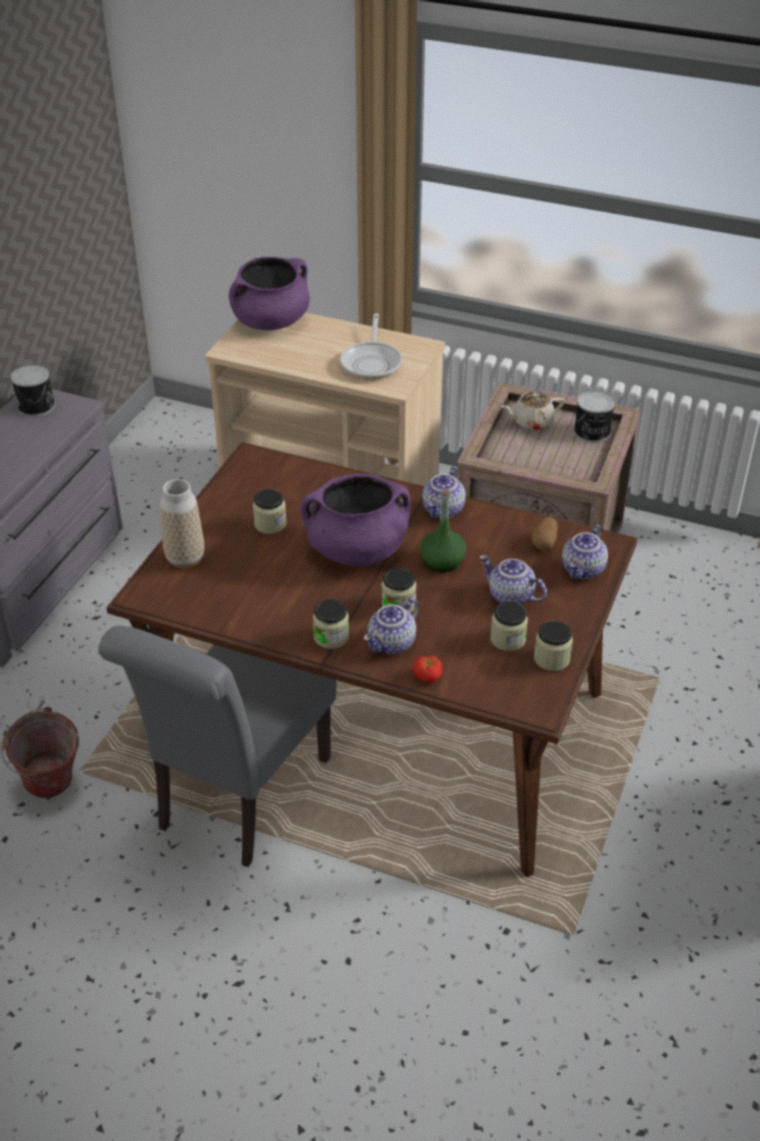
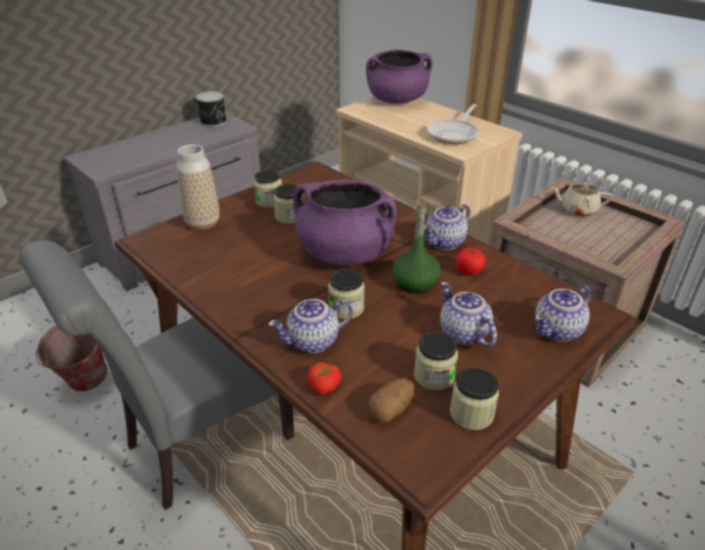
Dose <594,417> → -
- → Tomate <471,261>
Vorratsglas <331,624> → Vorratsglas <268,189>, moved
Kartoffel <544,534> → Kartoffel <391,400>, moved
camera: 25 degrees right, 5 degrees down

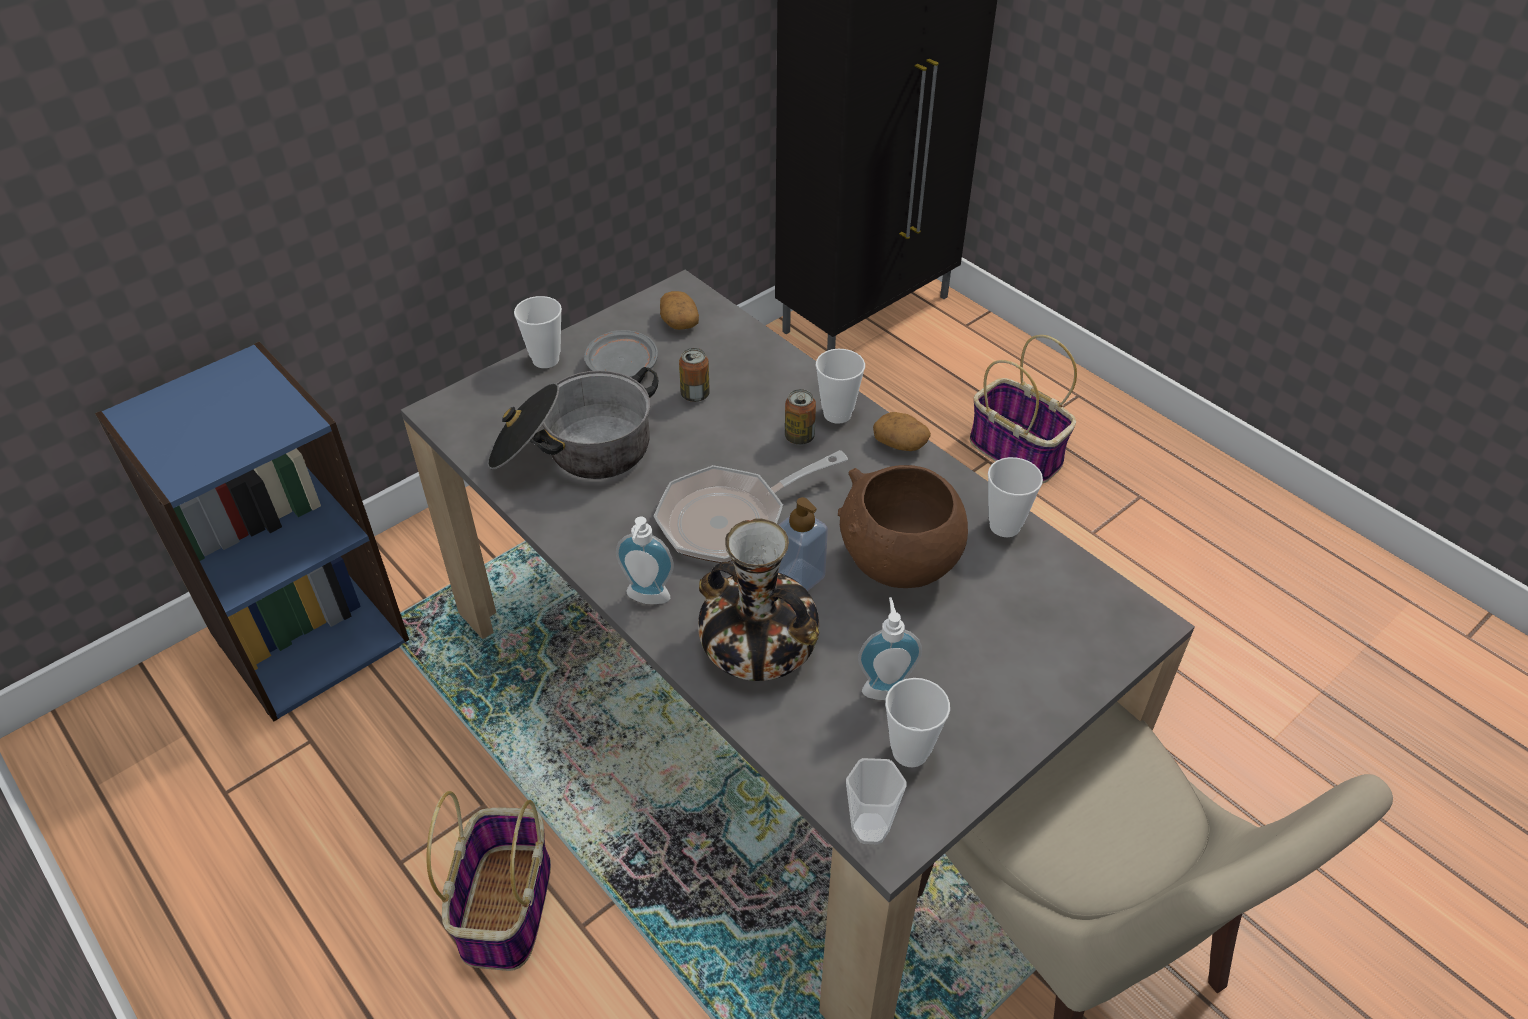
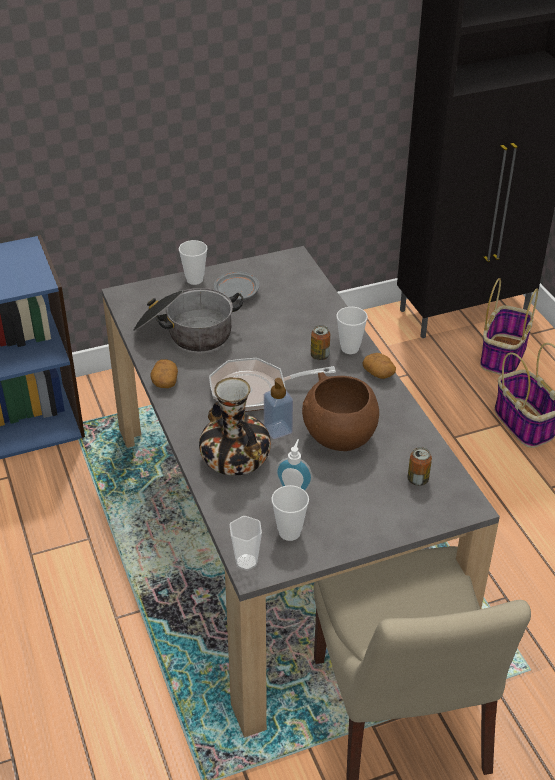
Seifenspender <645,560> → -
Tasse <1015,497> → -
Korb <488,881> → Korb <509,326>, moved
Kartoffel <679,310> → Kartoffel <164,373>, moved
Dose <694,375> → Dose <419,466>, moved
camera: 20 degrees right, 5 degrees down

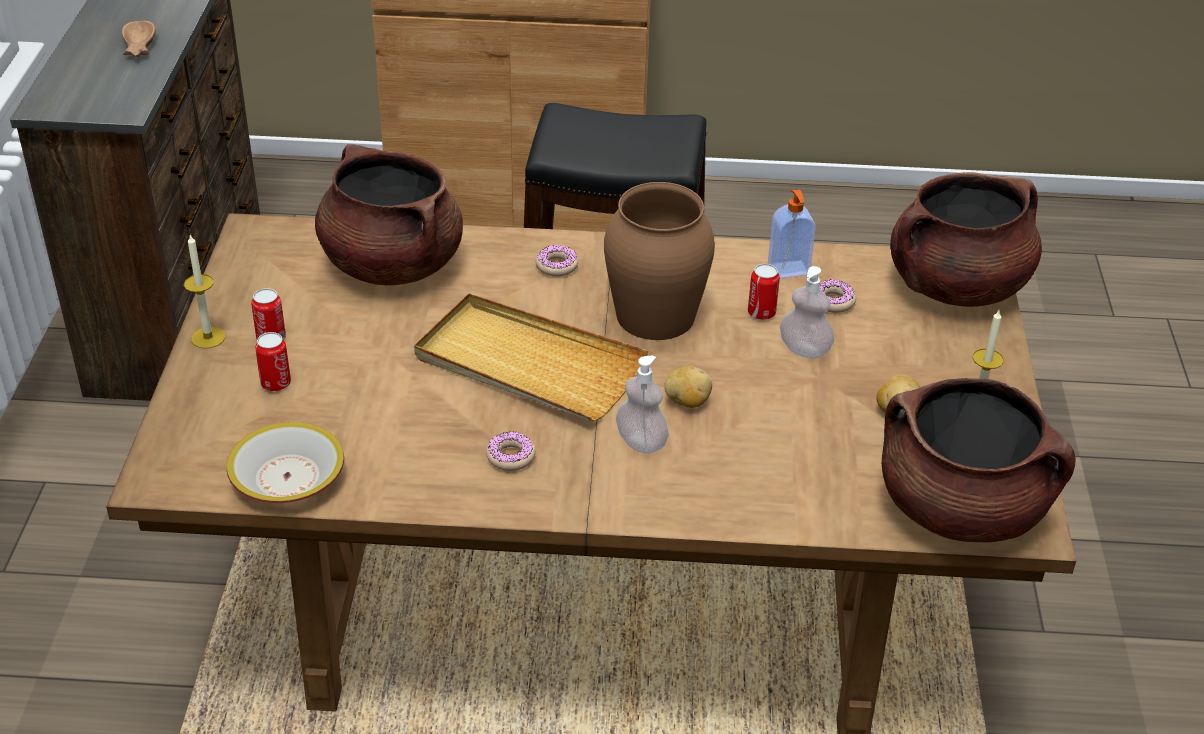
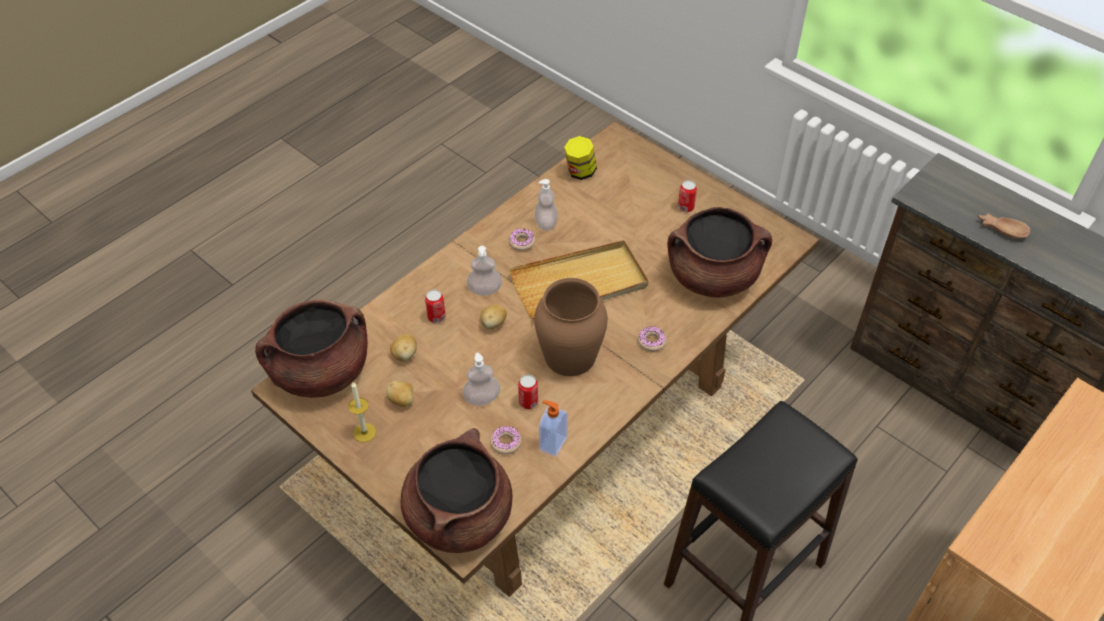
Kerze <204,291> → -
- → Kartoffel <403,347>
- → Seifenspender <546,205>
Dose <273,361> → Dose <435,306>, moved
Schüssel <285,462> → Vorratsglas <580,158>
camera: 130 degrees right, 10 degrees up

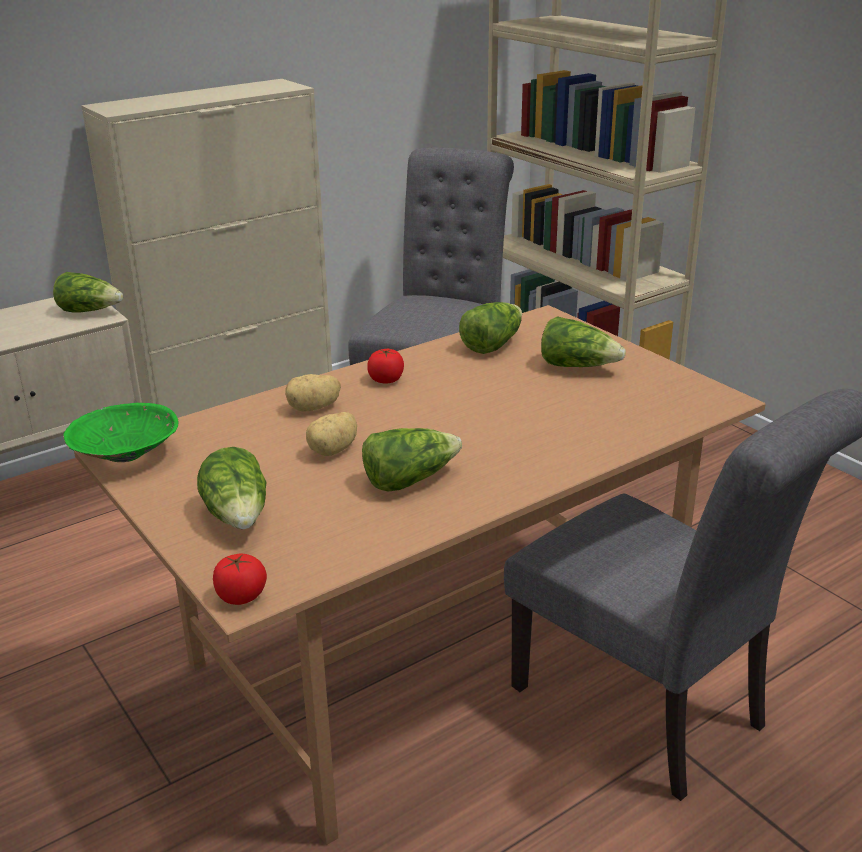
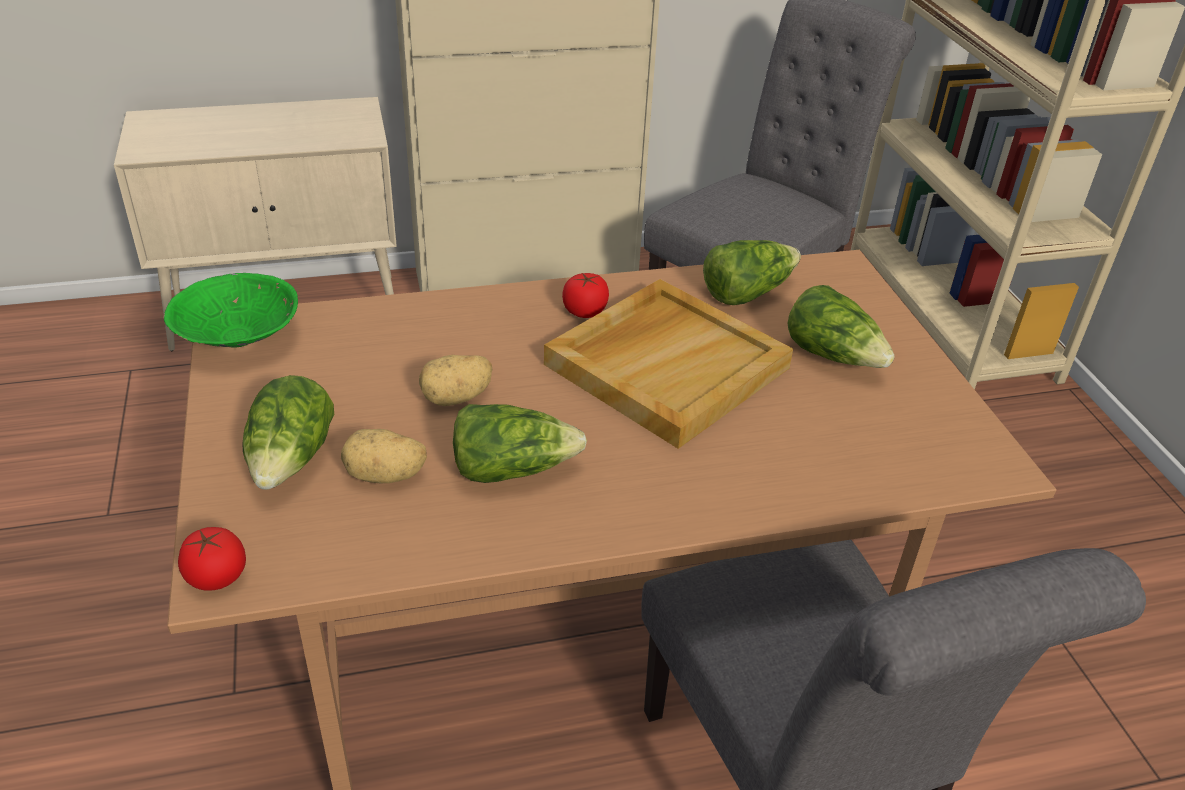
Salatkopf <88,292> → -
- → Tablett [beige] <668,364>
Kartoffel <313,393> → Kartoffel <384,456>, moved
camera: 20 degrees right, 10 degrees up

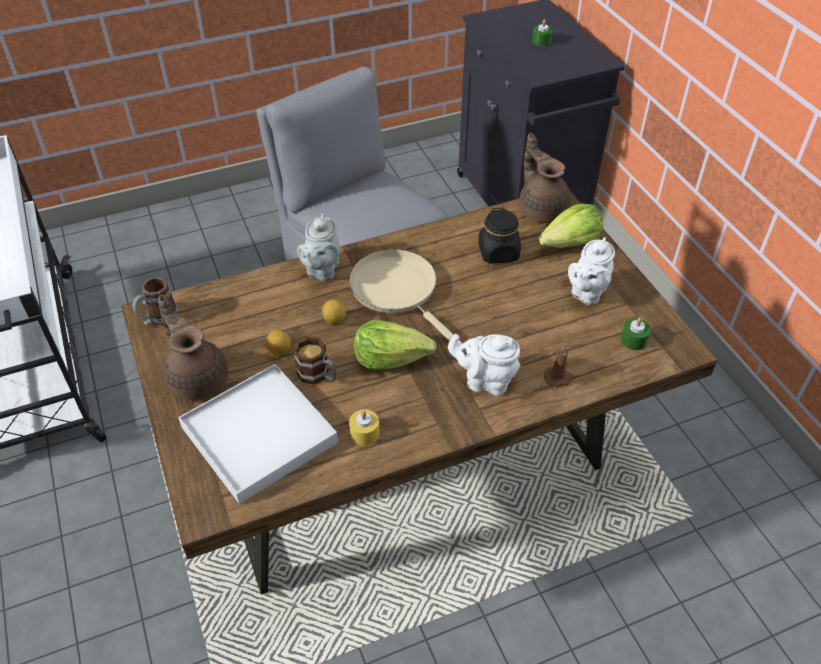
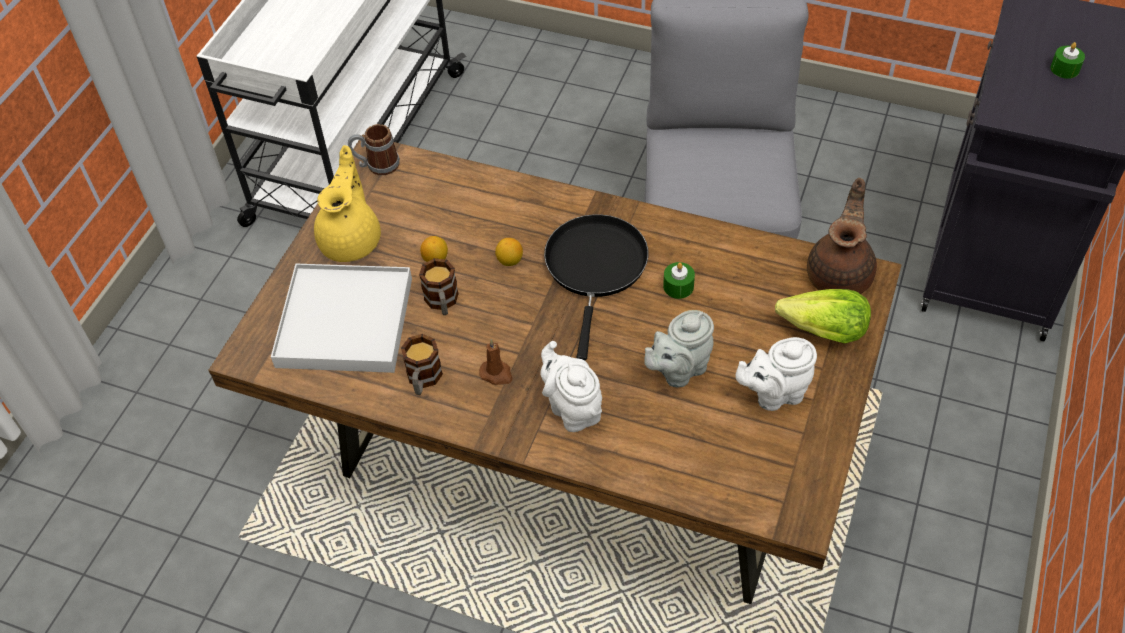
Salatkopf <395,345> → -
Vorratsglas [schwarz] <499,236> → -
Teekanne [grau] <318,248> → Teekanne [grau] <679,349>, moved
Kerze [braun] <559,366> → Kerze [braun] <495,362>, moved
Kerze [grün] <635,334> → Kerze [grün] <679,280>, moved
Kerze [gelb] <364,427> → Henkelbecher <422,364>
Teekanne [braun] <193,347> → Teekanne [gelb] <347,203>
Pfanne [beige] <405,296> → Pfanne [schwarz] <596,287>
camera: 45 degrees right, 5 degrees up

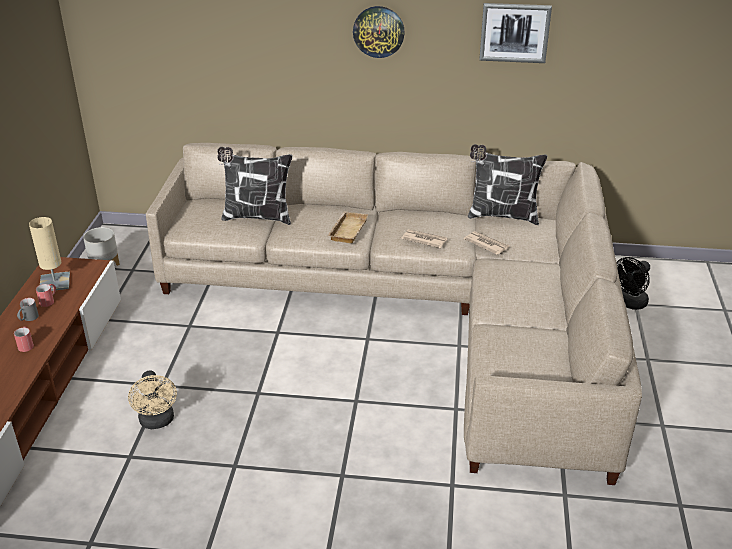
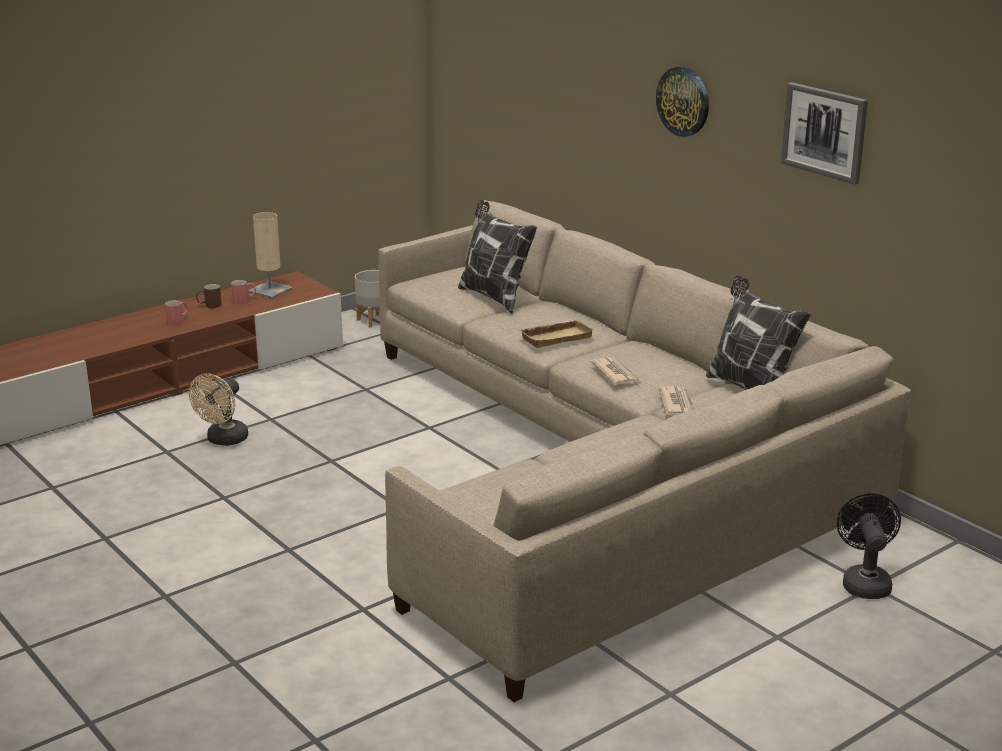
Henkelbecher [grau] <28,309> → Henkelbecher [braun] <209,296>
Ventilator [schwarz] <633,283> → Ventilator [schwarz] <869,546>, 90 degrees clockwise
camera: 45 degrees right, 10 degrees down

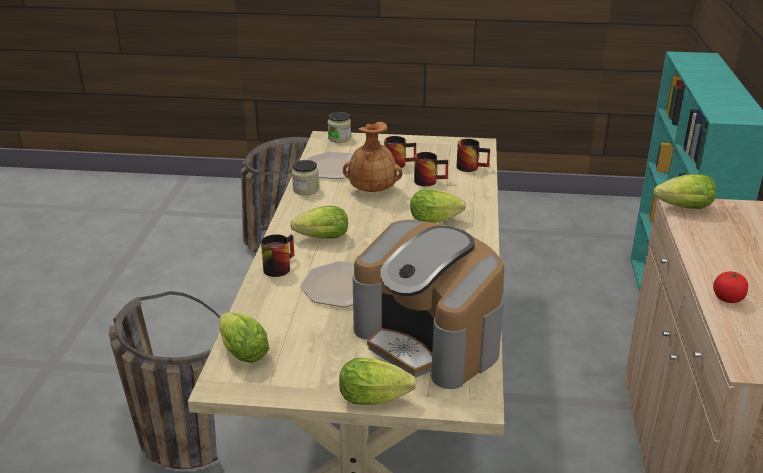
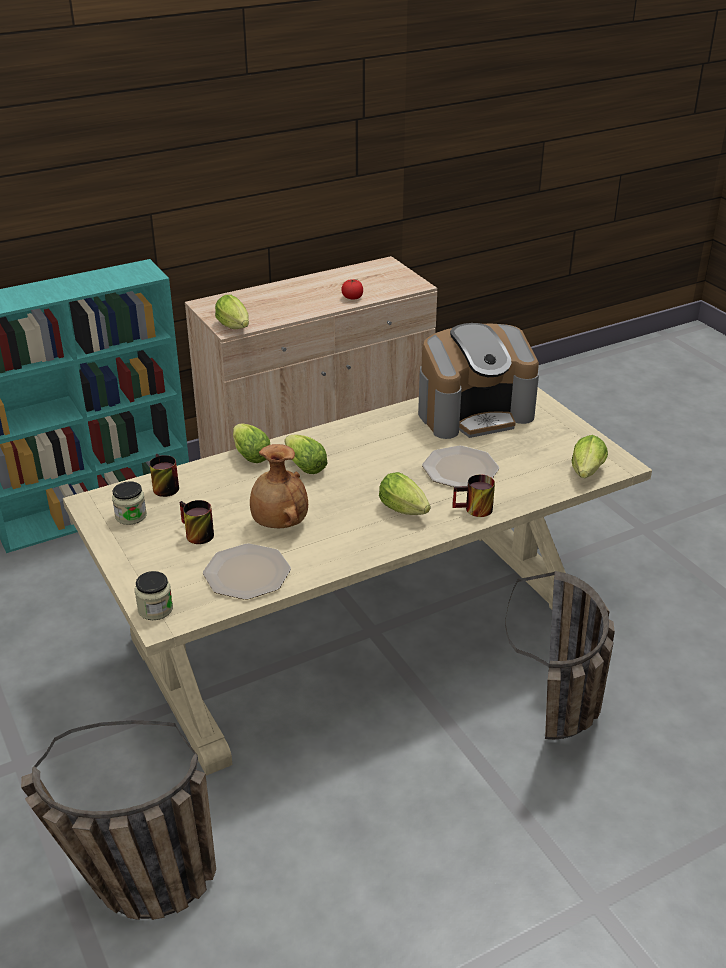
Henkelbecher <431,169> → -
Vorratsglas <305,177> → Vorratsglas <129,503>, moved
Salatkopf <378,381> → Salatkopf <251,443>, moved
Kaffeemaschine <428,304> → Kaffeemaschine <478,381>, 60 degrees clockwise
camera: 125 degrees left, 5 degrees up

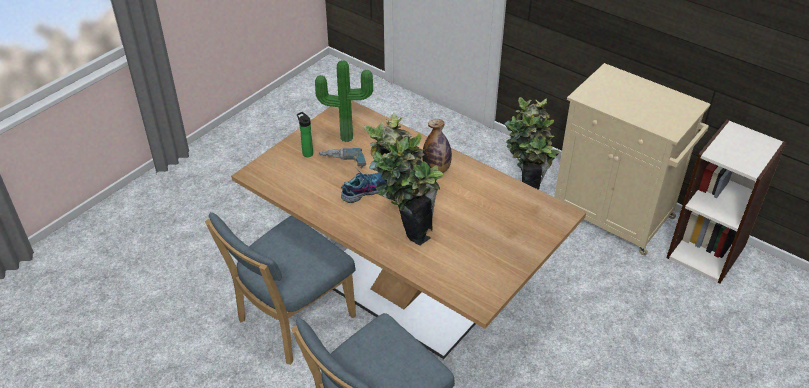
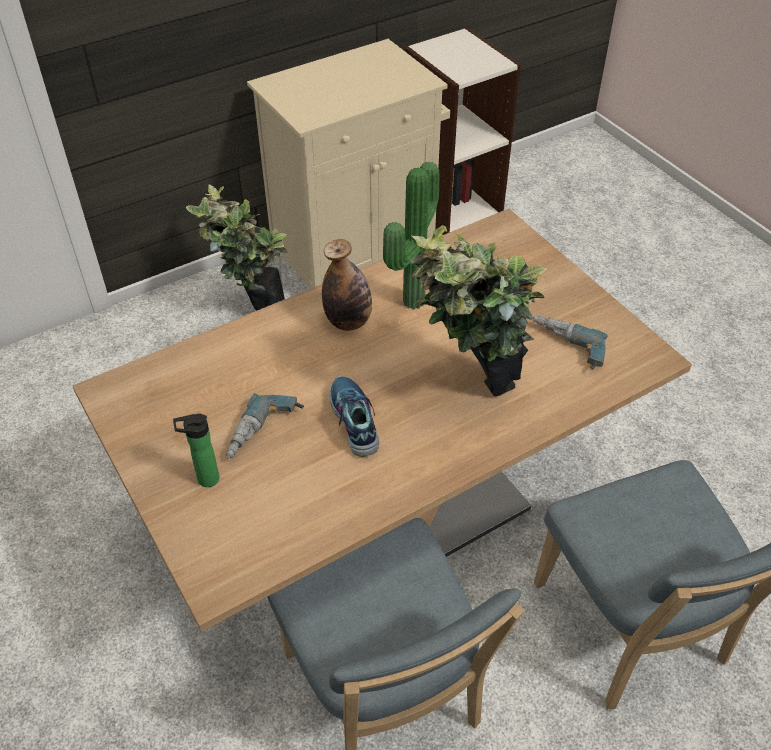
- → Bohrmaschine <570,343>
Topfpflanze <344,101> → Topfpflanze <411,235>, moved
camera: 70 degrees left, 5 degrees up

